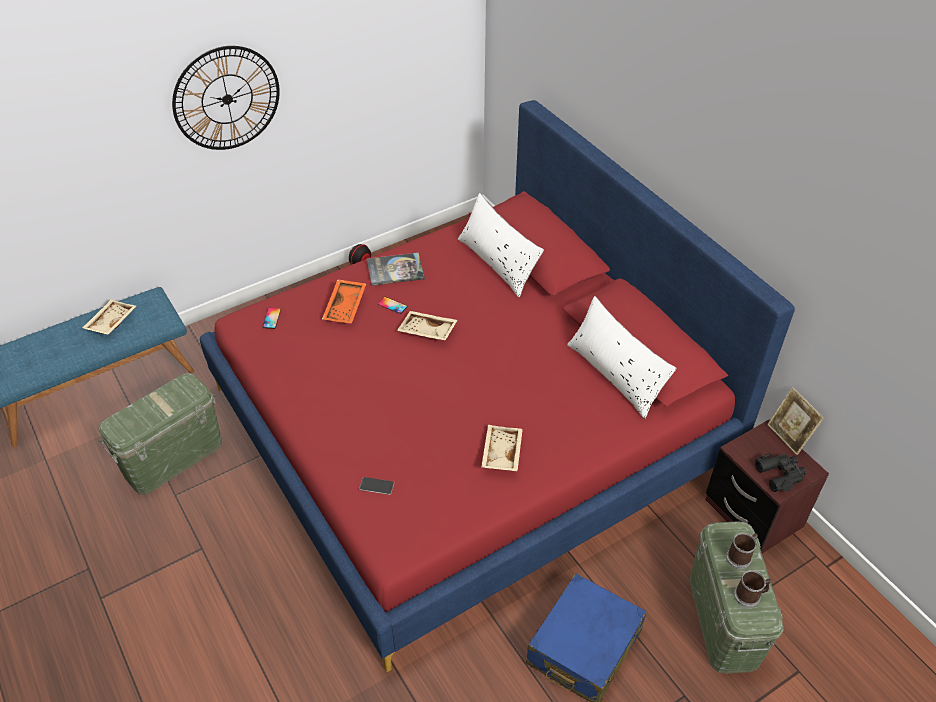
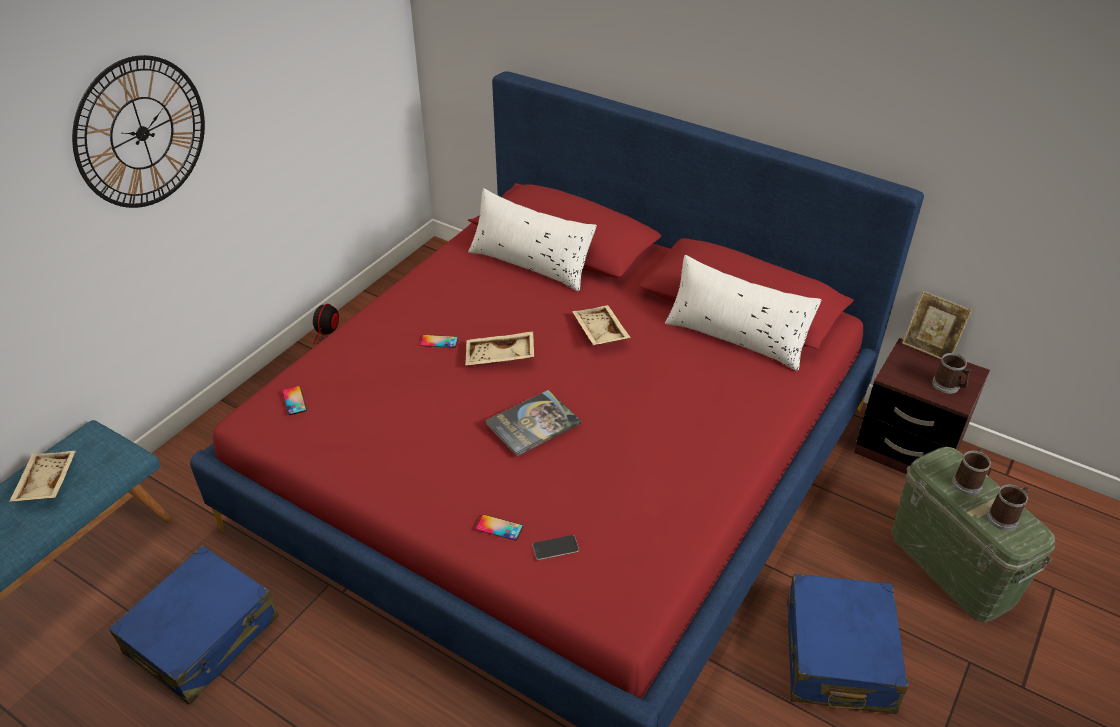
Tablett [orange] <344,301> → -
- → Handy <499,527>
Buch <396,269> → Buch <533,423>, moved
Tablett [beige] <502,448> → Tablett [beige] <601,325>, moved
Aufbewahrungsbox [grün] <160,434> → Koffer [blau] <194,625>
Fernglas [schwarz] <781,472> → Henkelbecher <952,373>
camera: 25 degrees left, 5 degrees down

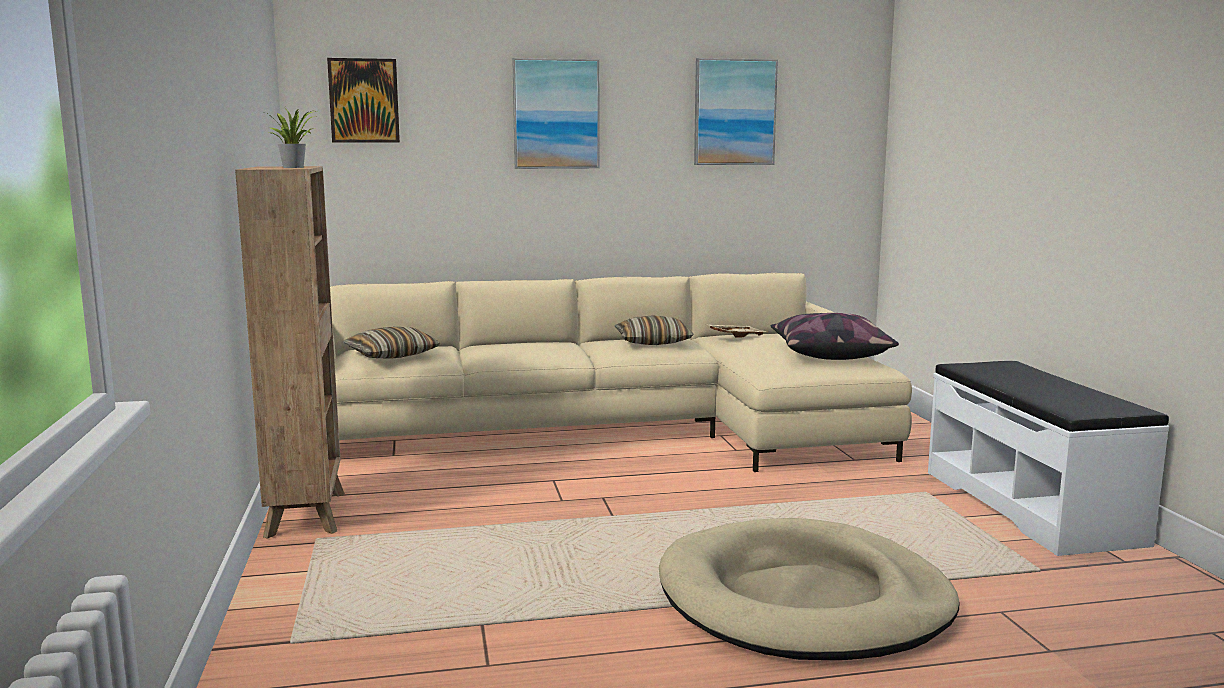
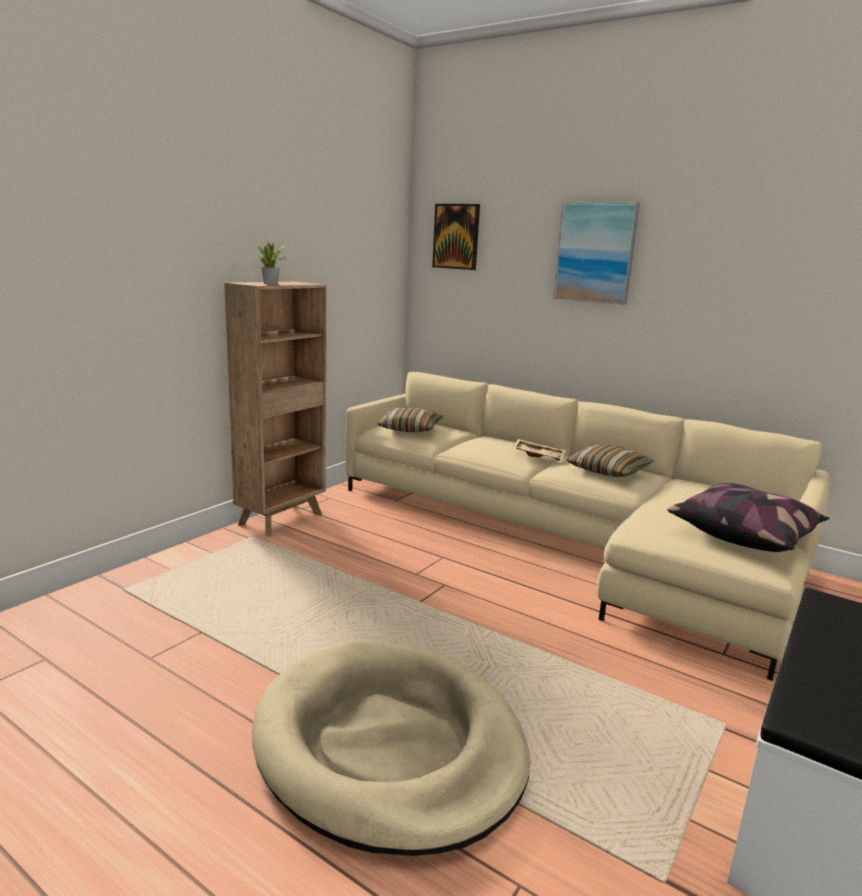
Bild <736,111> → -
Tablett [beige] <736,331> → Tablett [beige] <539,449>, moved
camera: 45 degrees right, 5 degrees up

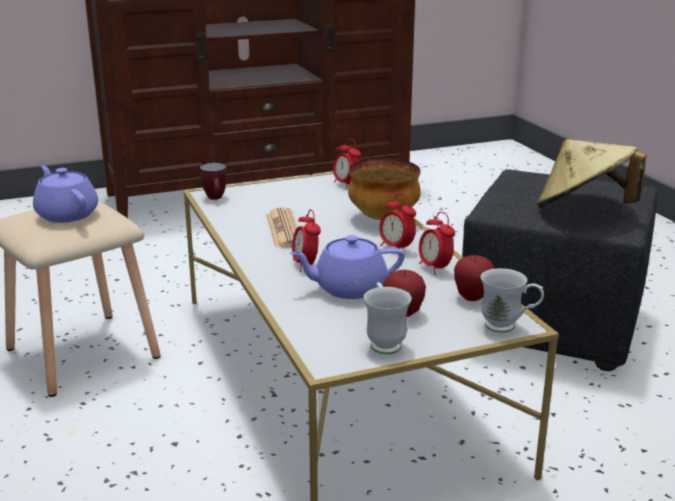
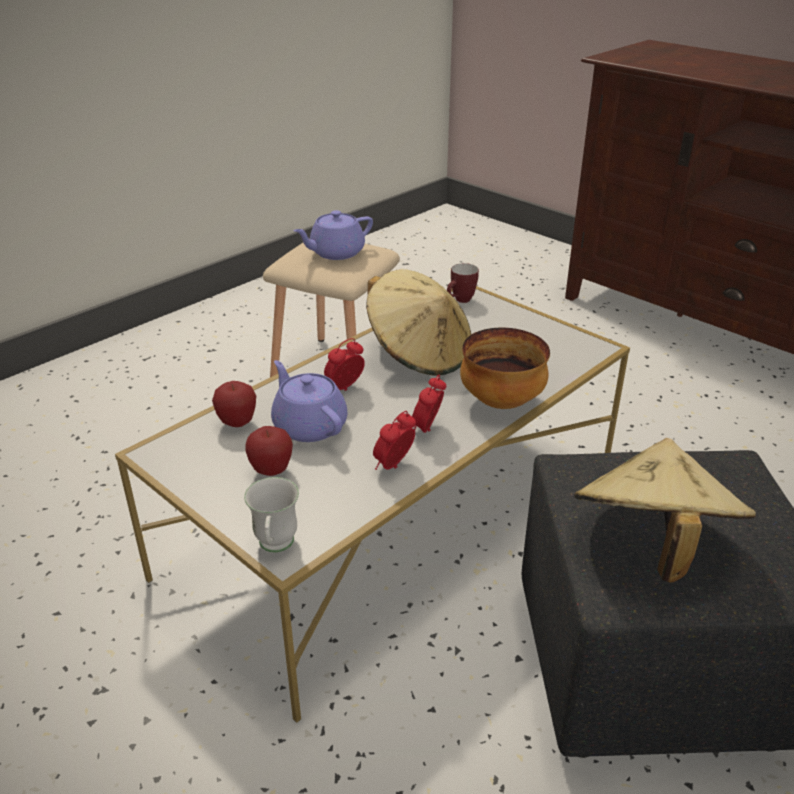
Wecker <347,164> → -
Henkelbecher [weiß] <387,318> → -
Apfel <474,278> → Apfel <234,404>, moved
Zeitung <281,227> → Hut [beige] <418,322>
Teekanne [lila] <65,194> → Teekanne [lila] <333,235>, 150 degrees counterclockwise
camera: 65 degrees right, 10 degrees up

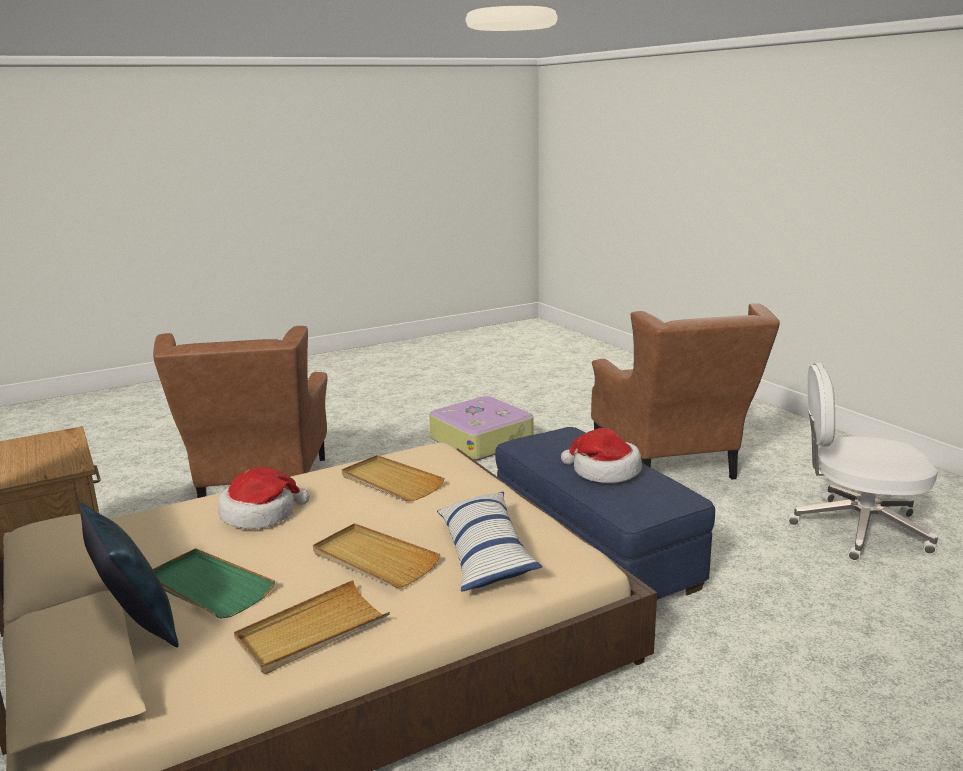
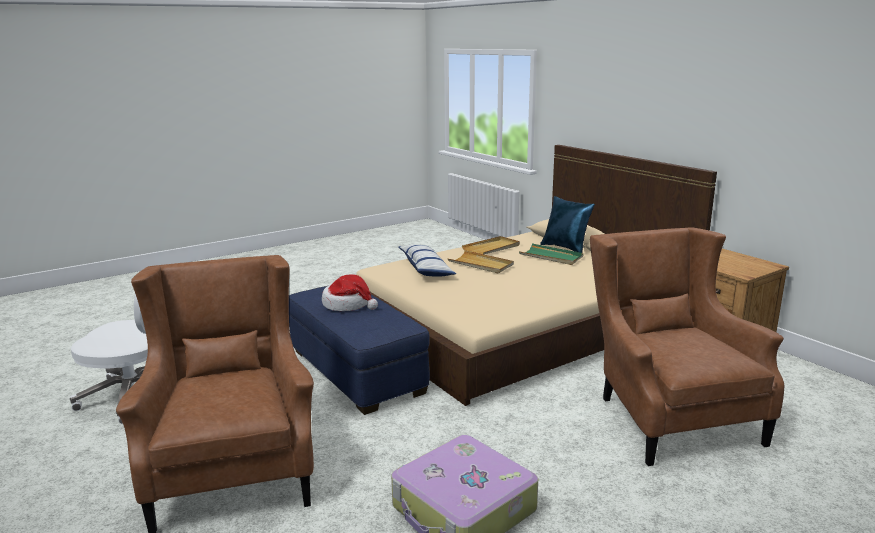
Hut <264,498> → -
Tablett [beige] <393,478> → -
camera: 175 degrees right, 0 degrees up

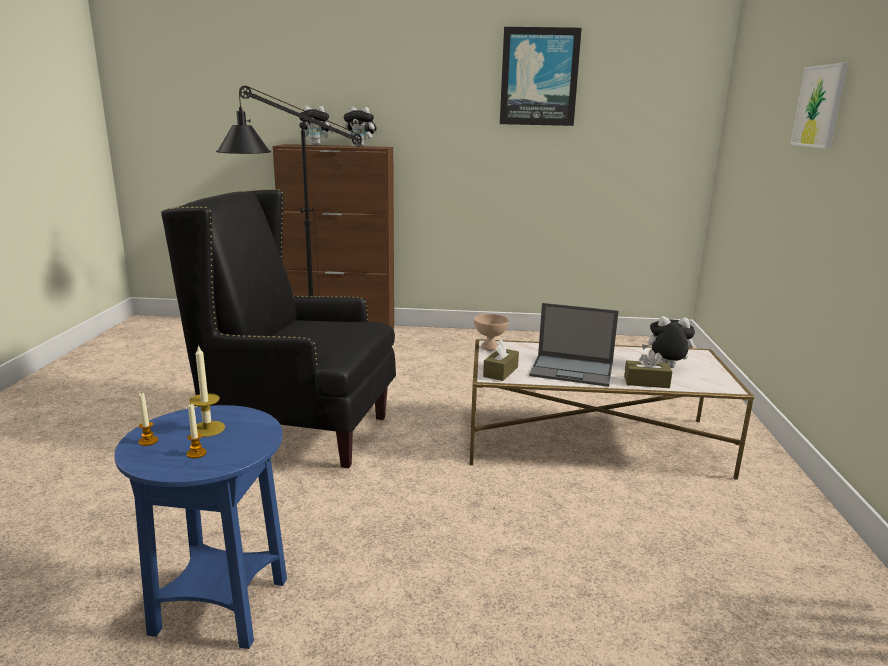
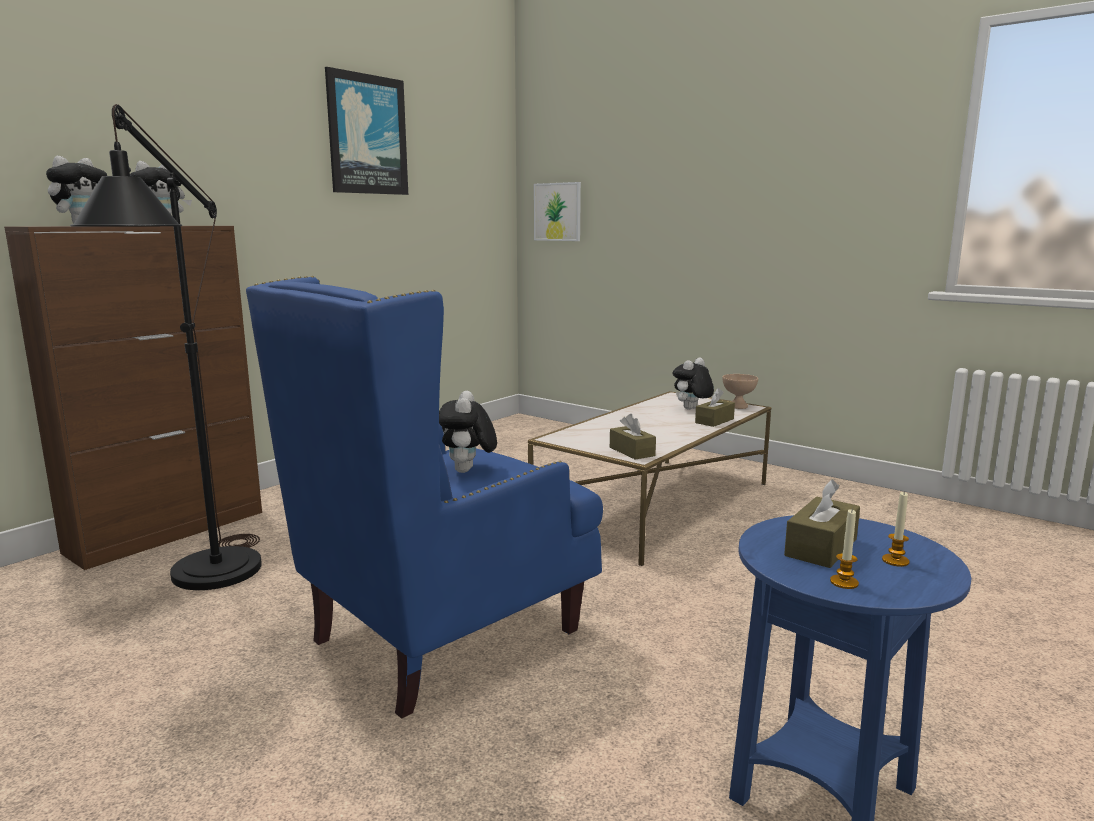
Laptop <574,345> → -
- → Plüschtier <468,432>
Schüssel [beige] <491,332> → Schüssel [beige] <740,391>, moved
Bild <819,106> → Bild <557,211>, moved
Kerze <207,391> → Taschentuchbox [braun] <822,523>
Sessel [schwarz] <278,328> → Sessel [blau] <424,497>
camera: 55 degrees left, 5 degrees down

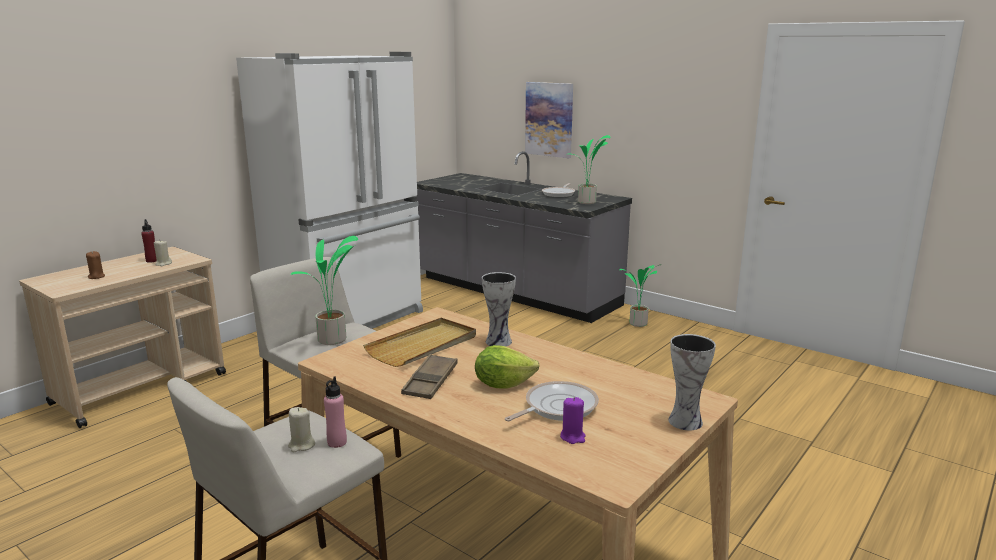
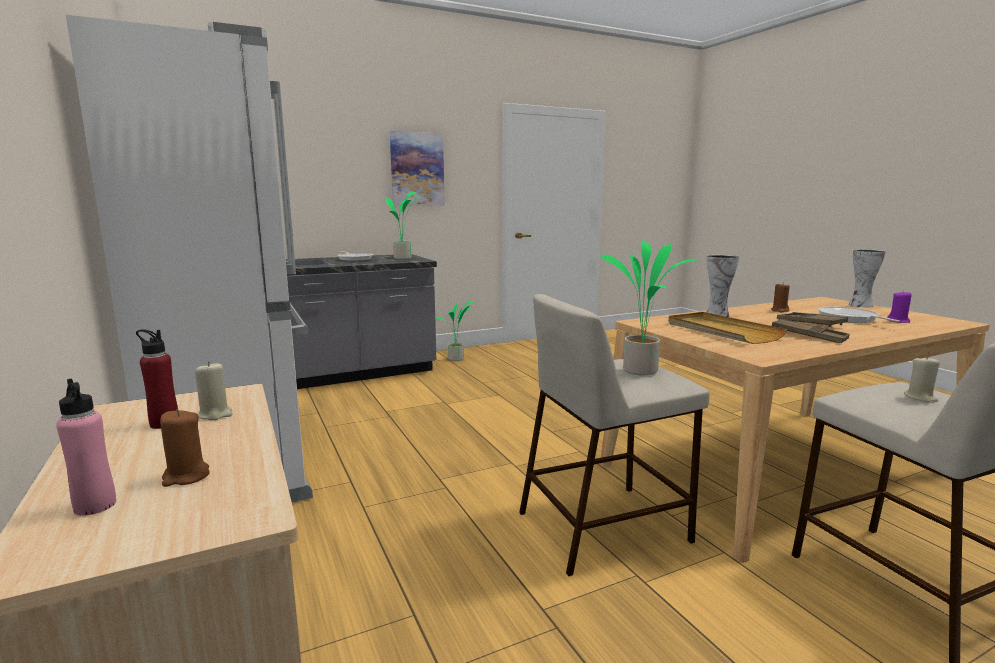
- → Kerze [braun] <780,297>
Flasche [rosa] <335,412> → Flasche [rosa] <86,447>, moved
Bild <549,120> → Bild <417,168>, moved
Salatkopf <507,367> → Tablett [braun] <812,319>
camera: 65 degrees left, 5 degrees down

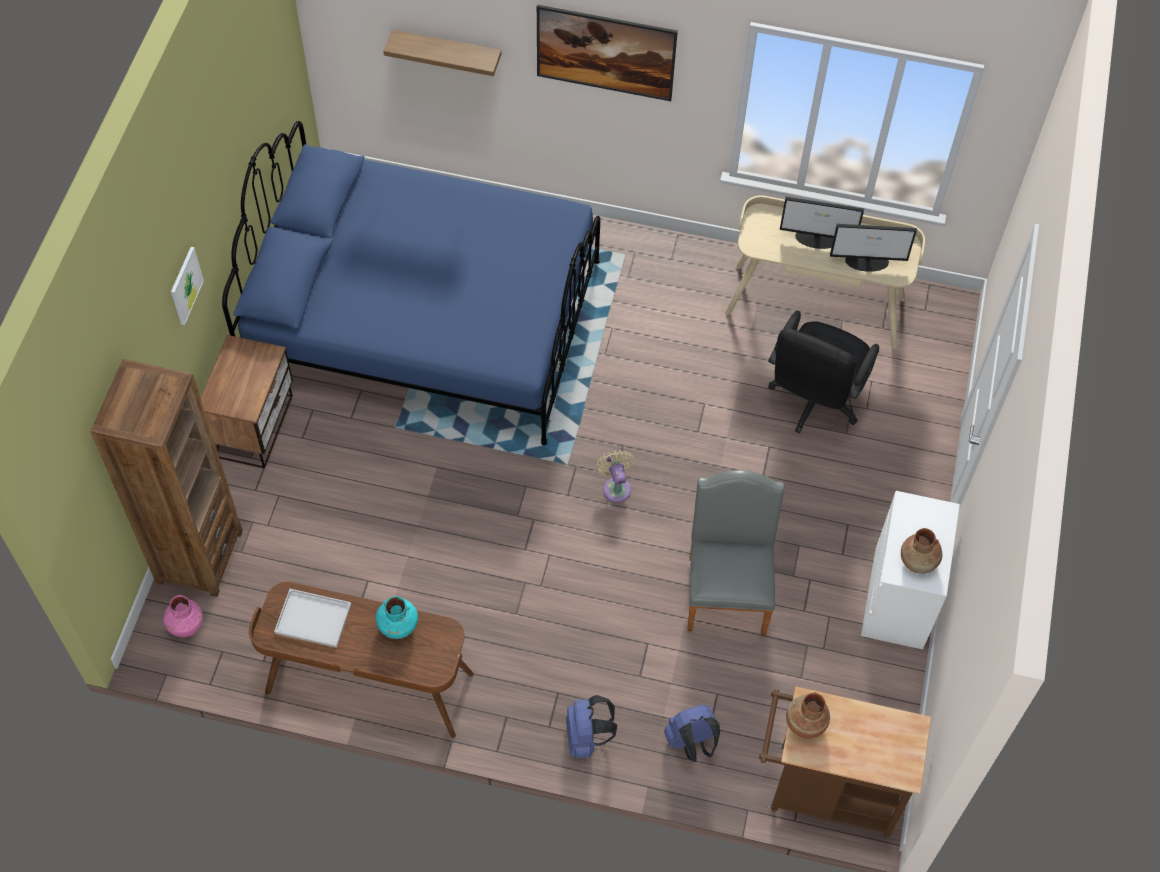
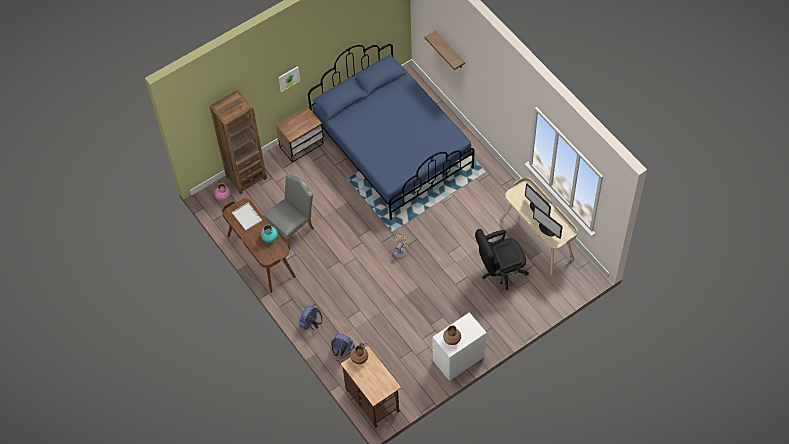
Bild <607,53> → -
Stuhl [grau] <735,553> → Stuhl [grau] <288,212>, moved
camera: 45 degrees right, 0 degrees up

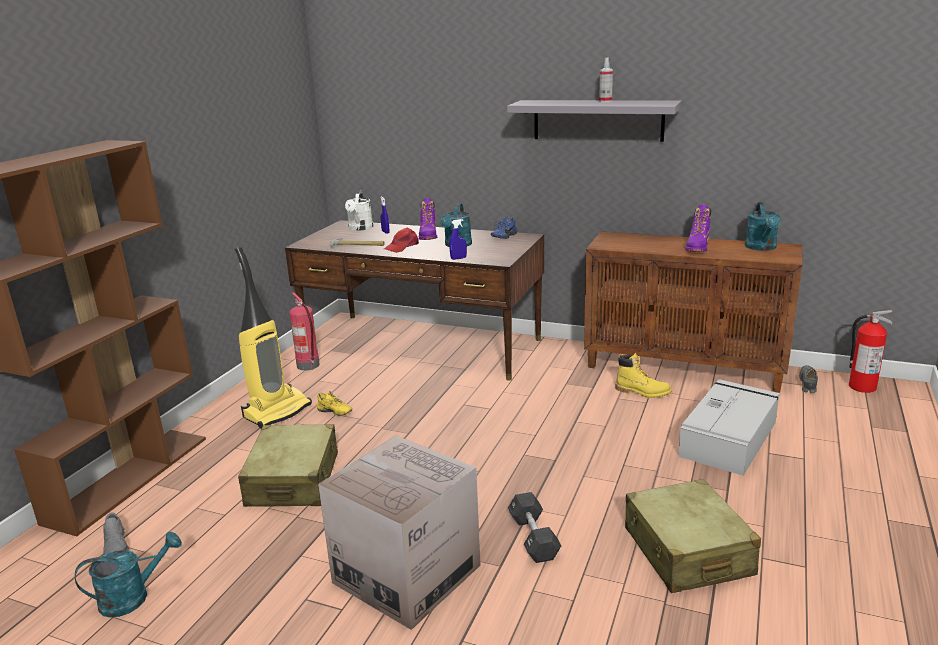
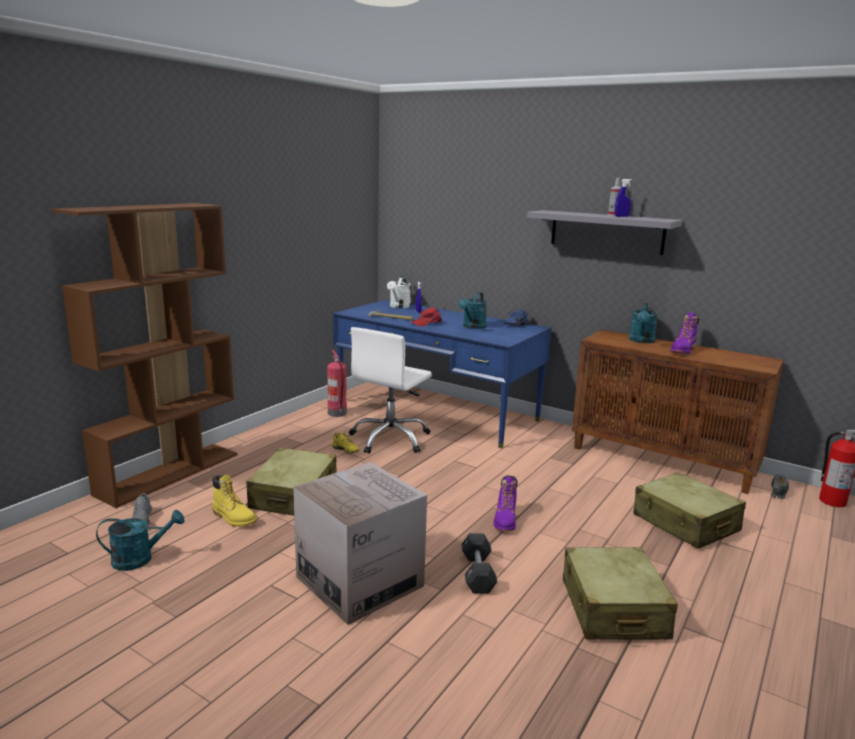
Staubsauger <273,338> → -
- → Bürostuhl [weiß] <390,390>
Stiefel [lila] <428,219> → Stiefel [lila] <506,503>, moved
Sprühflasche [blau] <458,239> → Sprühflasche [blau] <623,198>, moved
Stiefel [gelb] <643,375> → Stiefel [gelb] <234,500>, moved
Gießkanne [türkis] <762,226> → Gießkanne [türkis] <643,323>, moved
Aufbewahrungsbox [grau] <729,427> → Koffer [beige] <689,510>
Schreibtisch [braun] <414,300> → Schreibtisch [blau] <442,374>
camera: 10 degrees right, 5 degrees down

